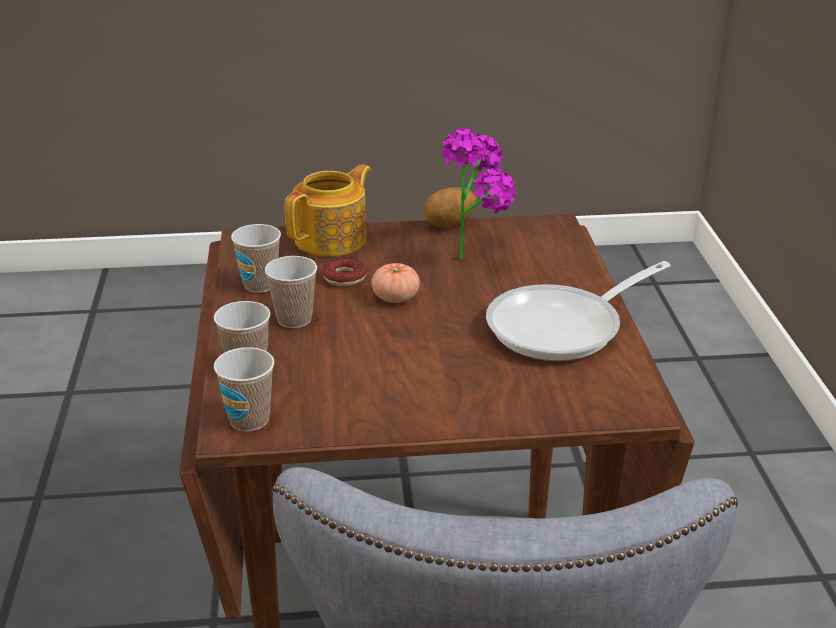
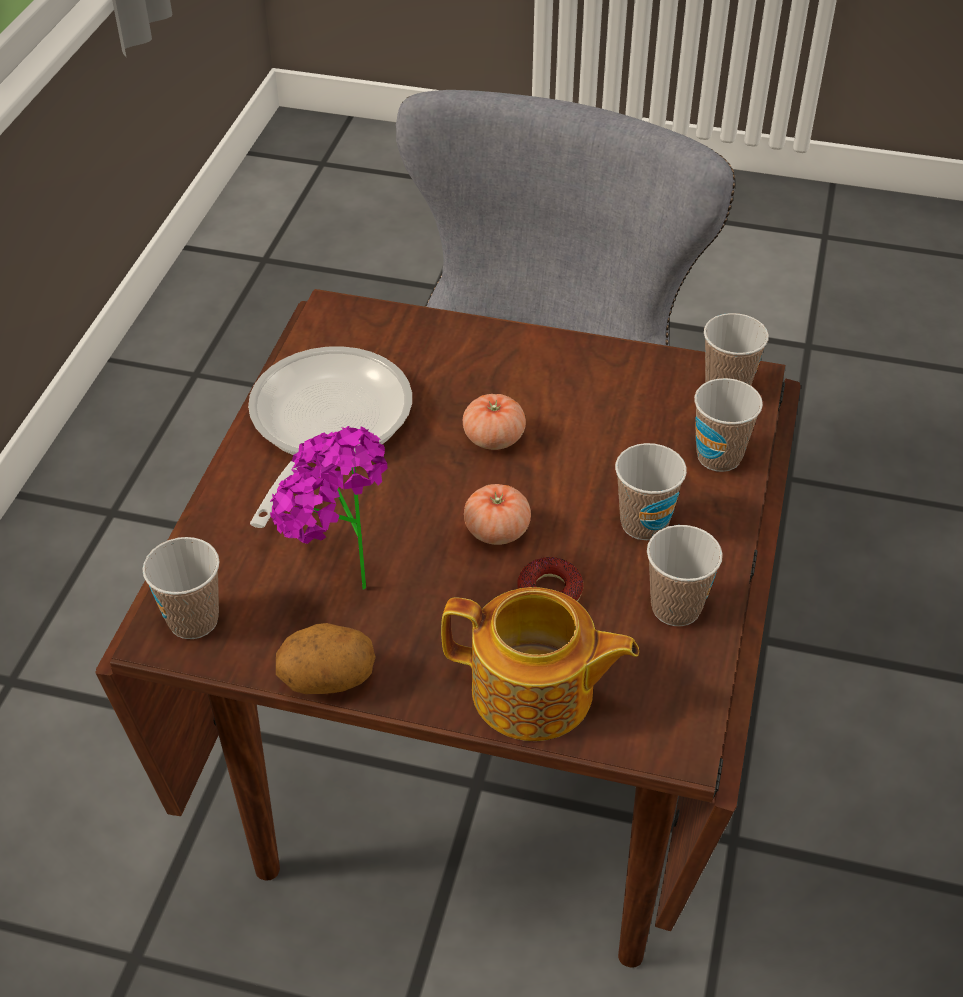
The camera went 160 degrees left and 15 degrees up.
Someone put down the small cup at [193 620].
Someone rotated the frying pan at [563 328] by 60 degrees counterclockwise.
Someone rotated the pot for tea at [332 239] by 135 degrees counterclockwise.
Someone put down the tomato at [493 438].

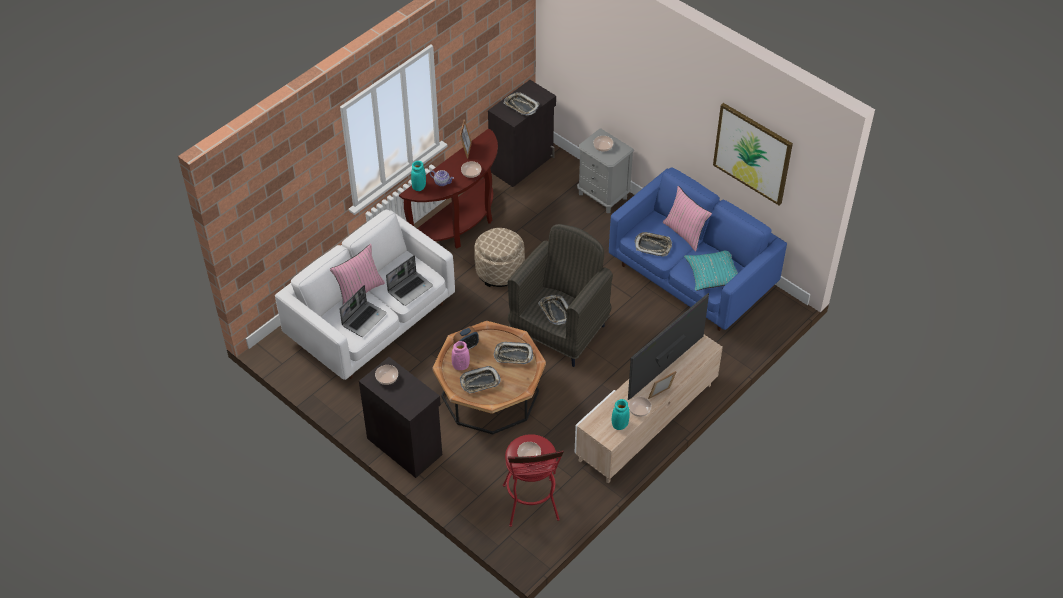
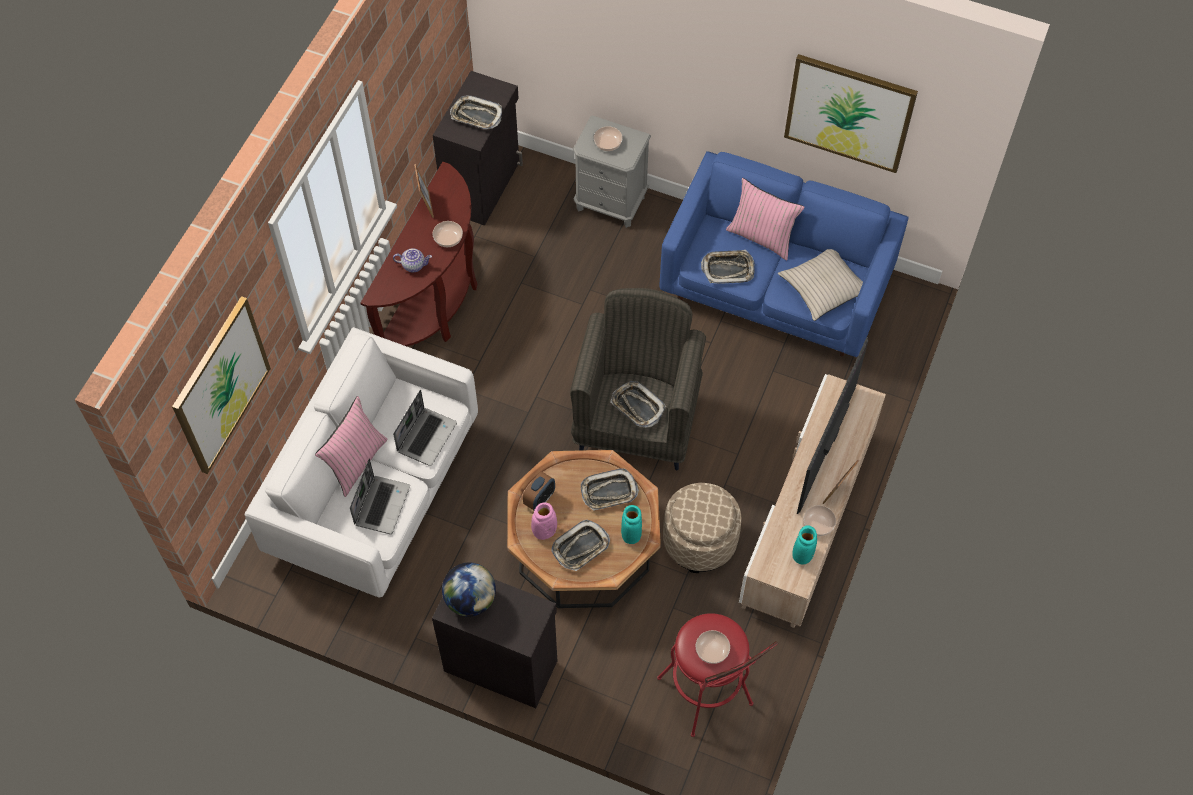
The camera went 20 degrees left and 10 degrees up.
Someone put up the wall picture at [221 385].
Someone swapped the deep dish at [387 377] for the globe at [470 599].
Someone carried the turquoise-coloured decorative vase from [419 187] to [631 534].
Someone carried the beige-coloured footrest from [500 271] to [699 541].
Someone repainted the turquoise-coloured pillow at [713 274], which became the beige-coloured pillow at [823 287].

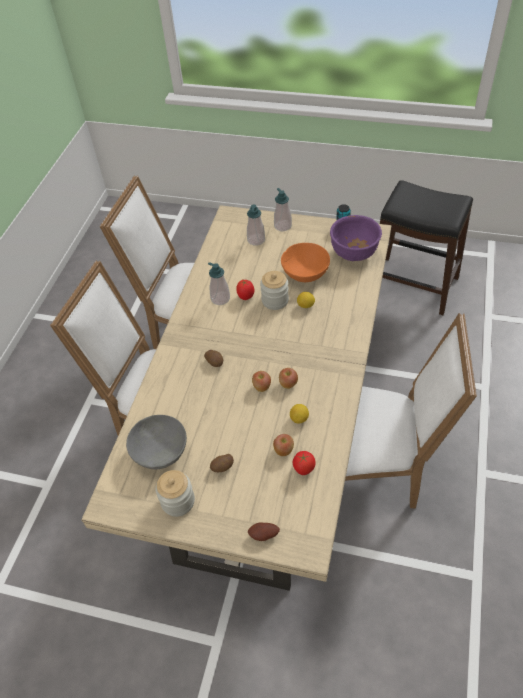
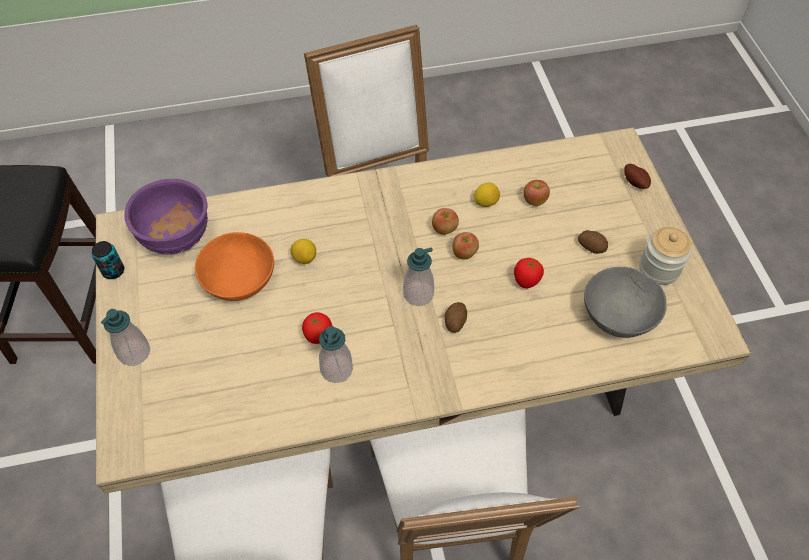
The camera went 120 degrees left and 5 degrees up.
Someone carried the soap bottle from [256 240] to [418 294].
Someone carried the tomato from [303 469] to [526 282].
Someone took away the storage jar at [275 300].

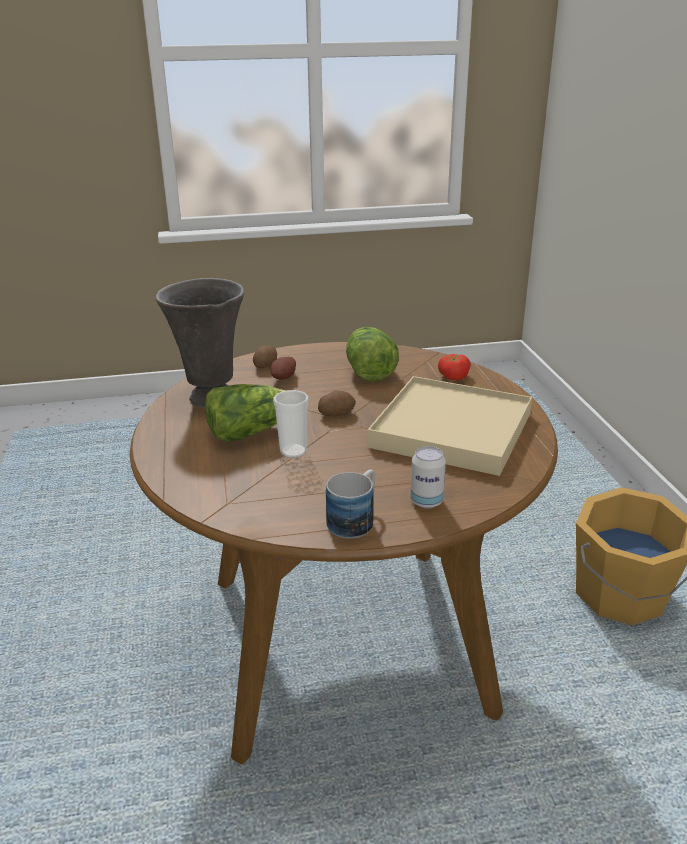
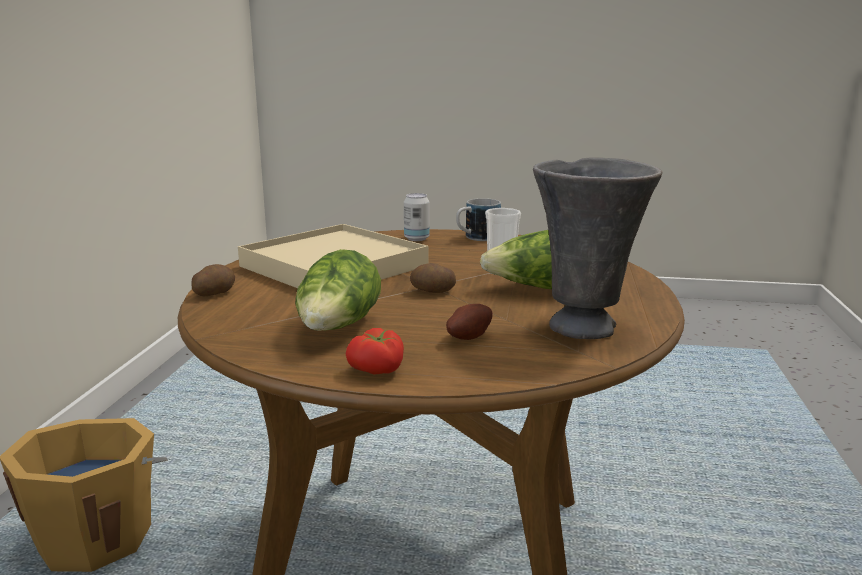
The camera went 160 degrees left and 10 degrees down.
Someone carried the potato from [266 366] to [214 293].
Someone carried the tomato from [452 377] to [378 370].

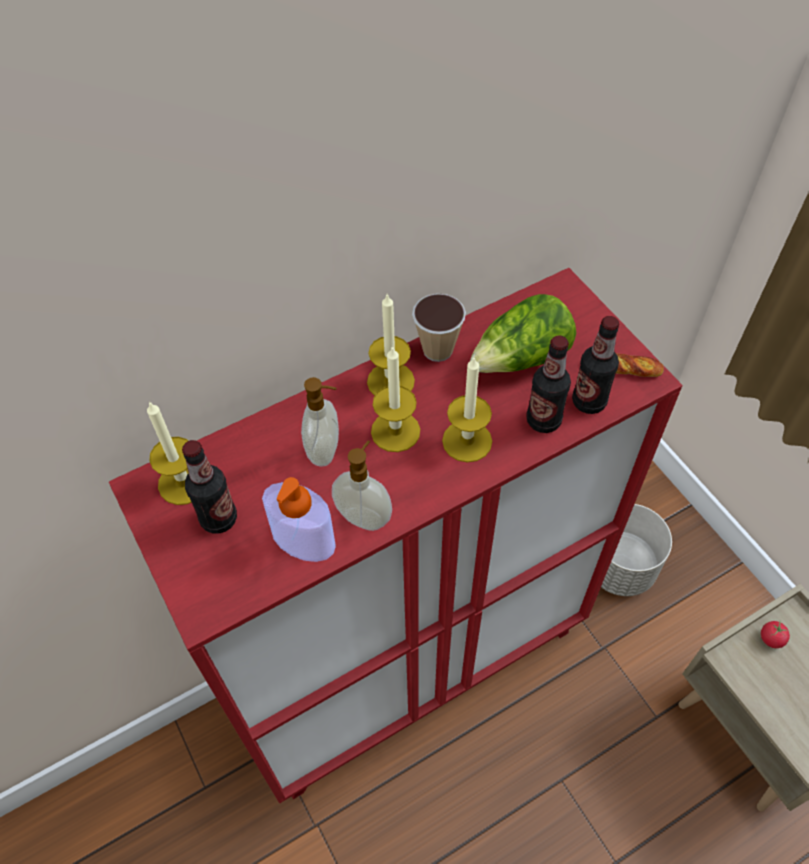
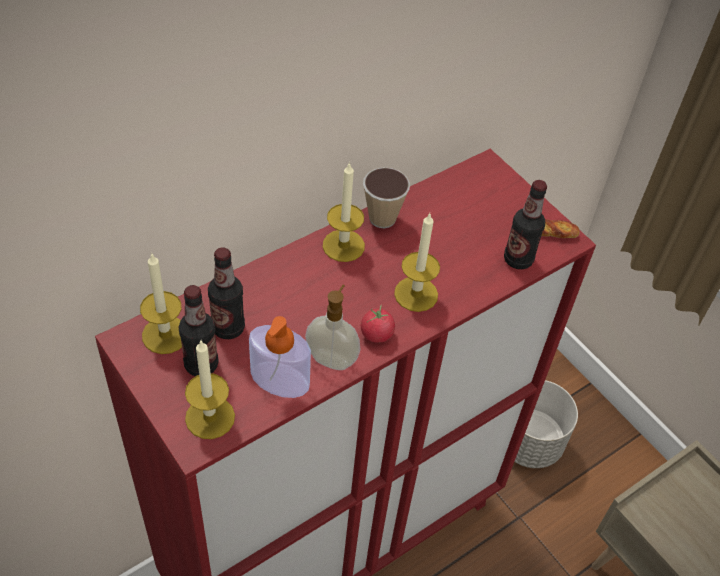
The camera went 10 degrees left and 5 degrees down.
Someone carried the candle from [395 431] to [210 417].
Someone carried the beverage bottle from [543 420] to [228 328].
Someone carried the tomato from [771 638] to [376 334].
Someone took away the soap bottle at [325 450].
Someone took away the head of lettuce at [521 358].

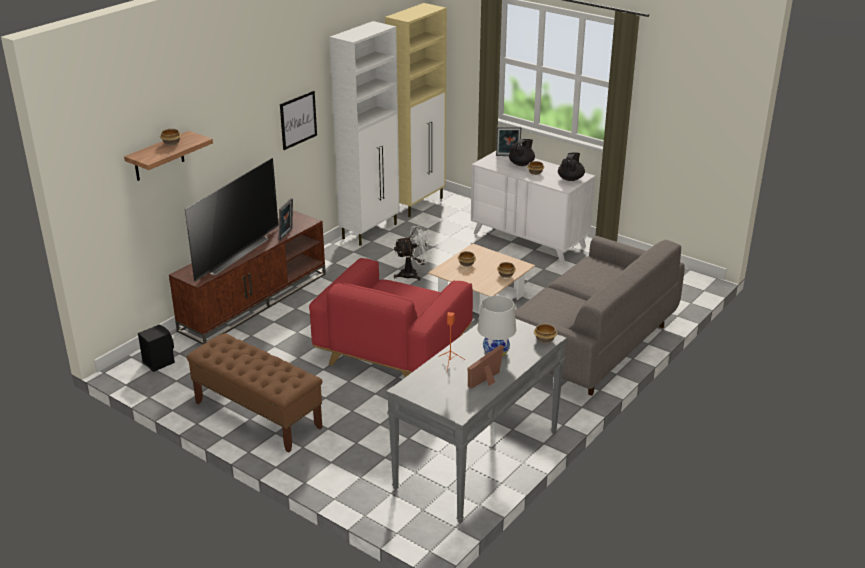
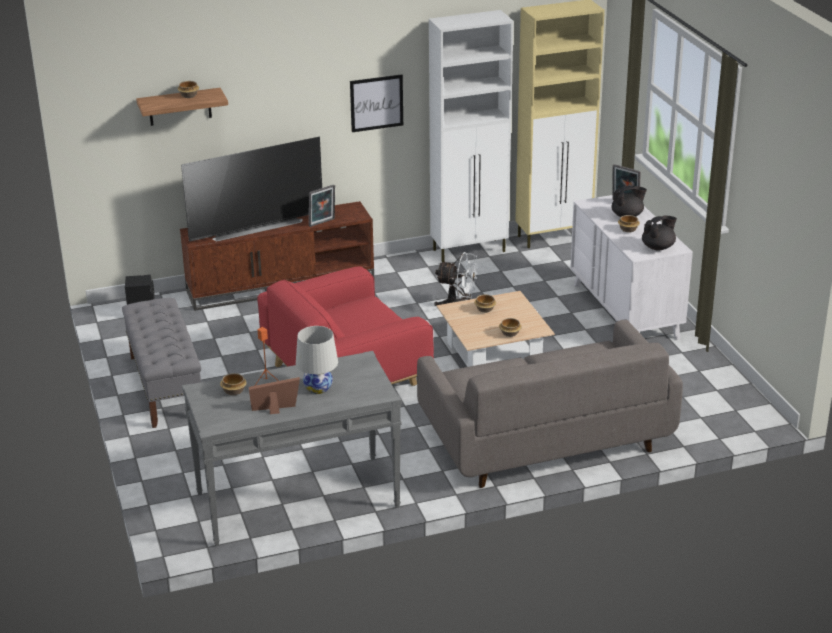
The camera went 35 degrees right and 0 degrees up.
Someone repainted the brownish bench at [257 415], which became the greyish bench at [165 386].
Someone carried the deep dish from [544 340] to [233 391].

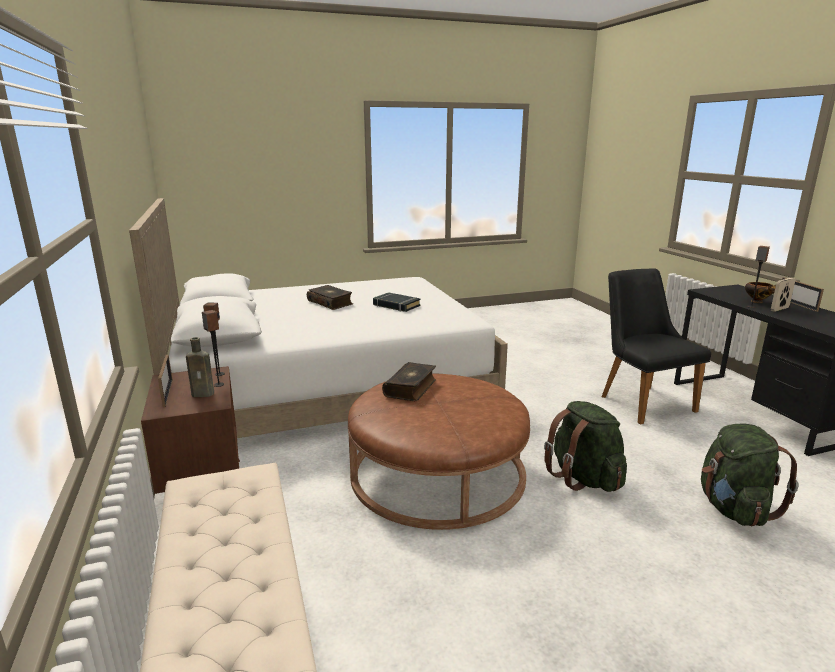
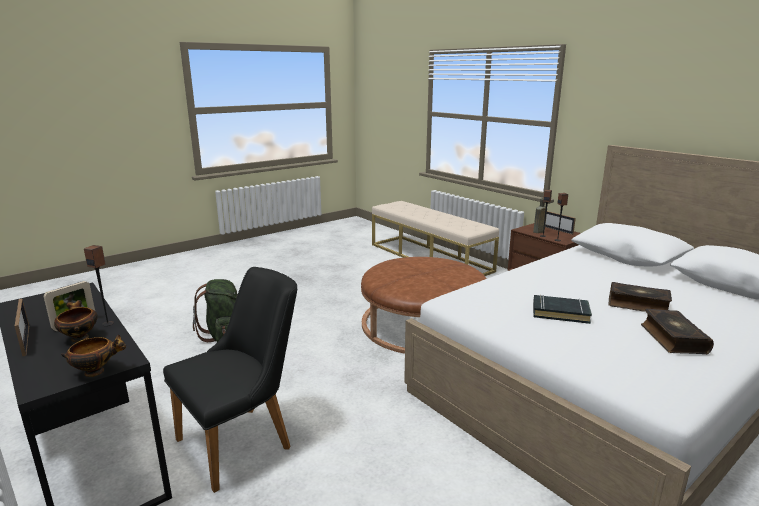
The camera went 160 degrees right and 0 degrees up.
Someone put down the deep dish at [97 371].
Someone rotated the black-coloured chair at [640 400] by 90 degrees counterclockwise.
Someone carried the volume from [411 388] to [672 339].
Someone took away the green backpack at [583 478].

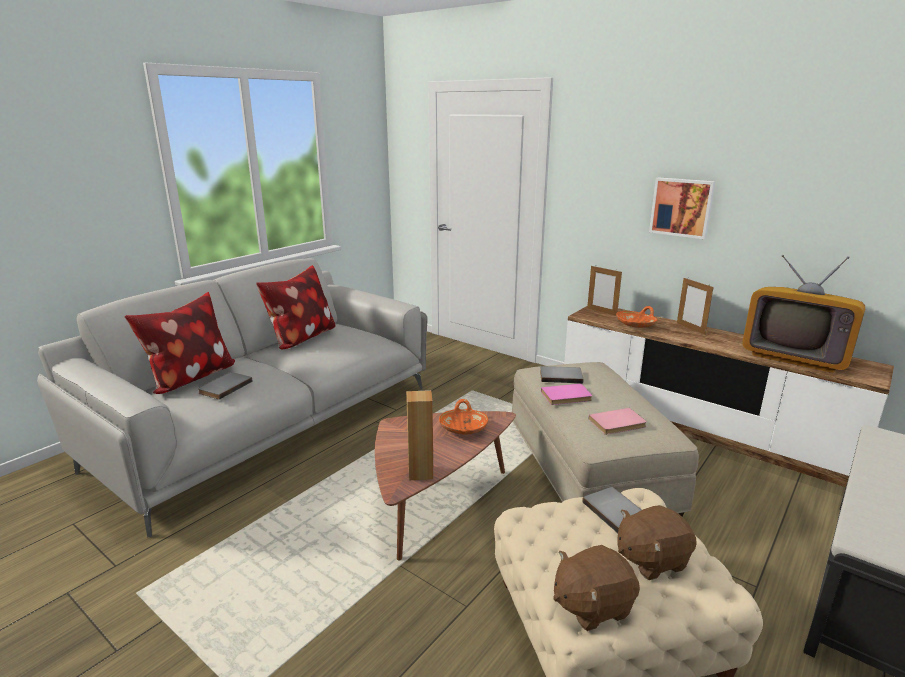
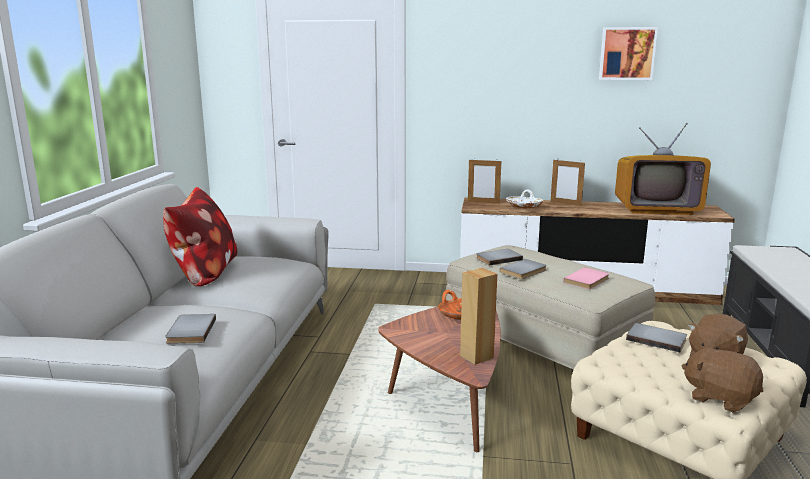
The camera went 30 degrees left and 5 degrees down.
Someone repainted the pink-coloured volume at [566 397], which became the greyish volume at [524 271].
Someone repainted the orangey deep dish at [636 325], which became the whitish deep dish at [524 207].
Someone carried the wall picture from [682 207] to [627 53].
Someone rotated the brownish plush toy at [592 605] by 90 degrees clockwise.
Someone took away the pillow at [190 378].

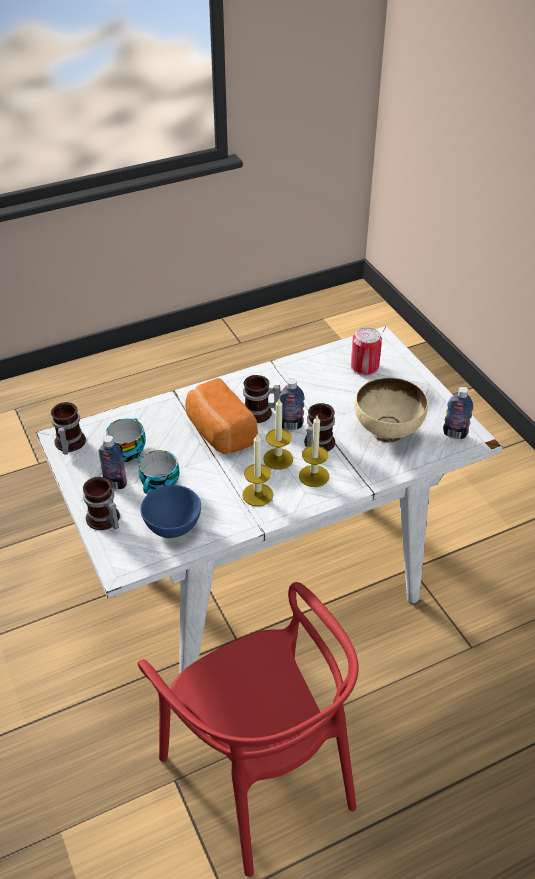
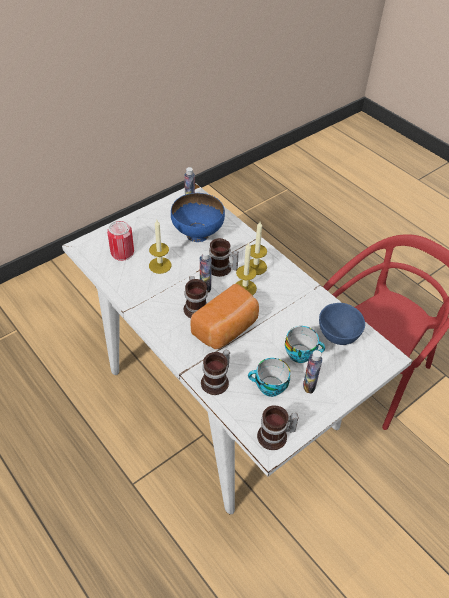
The camera went 105 degrees left and 5 degrees up.
Someone carried the candle from [257 494] to [160 265].
Someone repainted the beige-coloured deep dish at [387 433], which became the blue-coloured deep dish at [198 234].
Someone carried the coffee mug from [103 520] to [217 381].

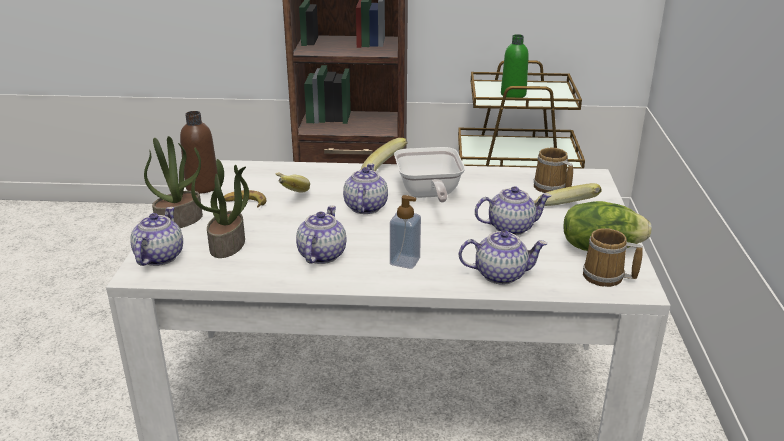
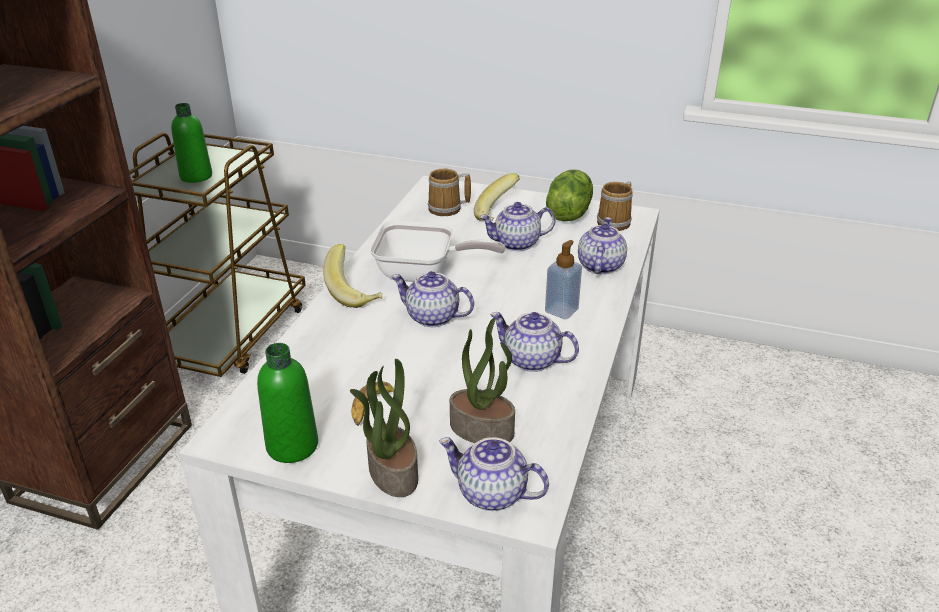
The camera went 75 degrees left and 5 degrees up.
Someone repainted the brownish beverage bottle at [202 186], which became the green beverage bottle at [292 446].
Someone rotated the pot for tea at [511 227] by 105 degrees counterclockwise.
Someone took away the whole banana at [287 194].

